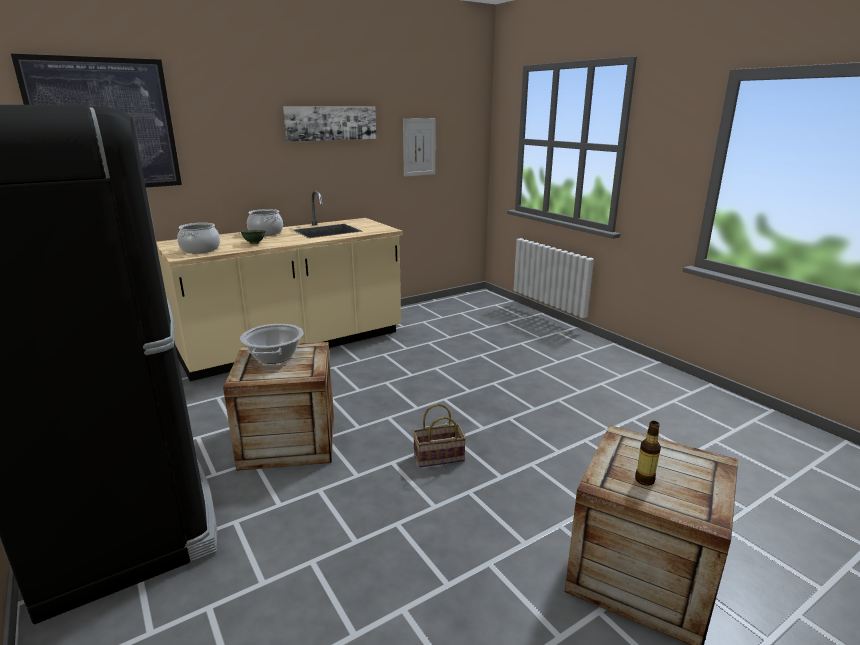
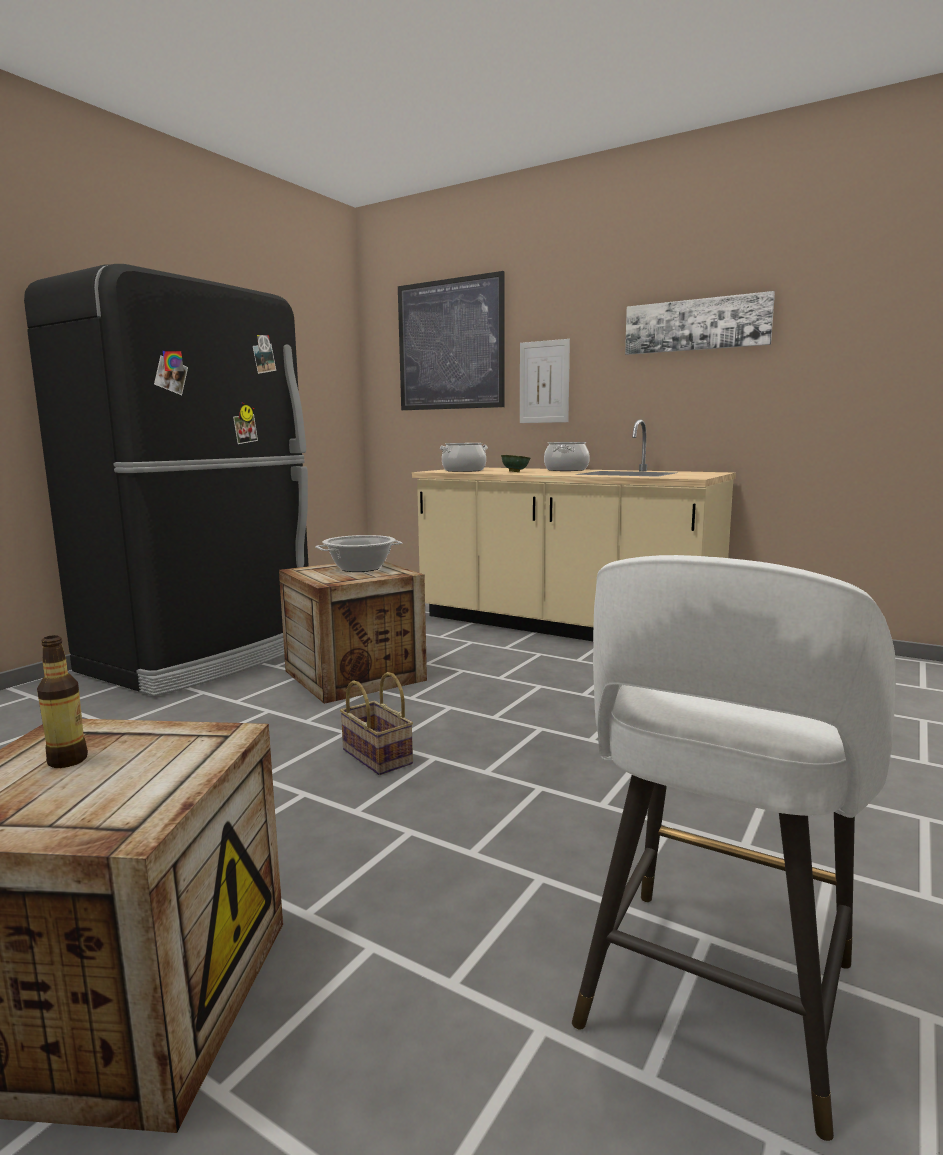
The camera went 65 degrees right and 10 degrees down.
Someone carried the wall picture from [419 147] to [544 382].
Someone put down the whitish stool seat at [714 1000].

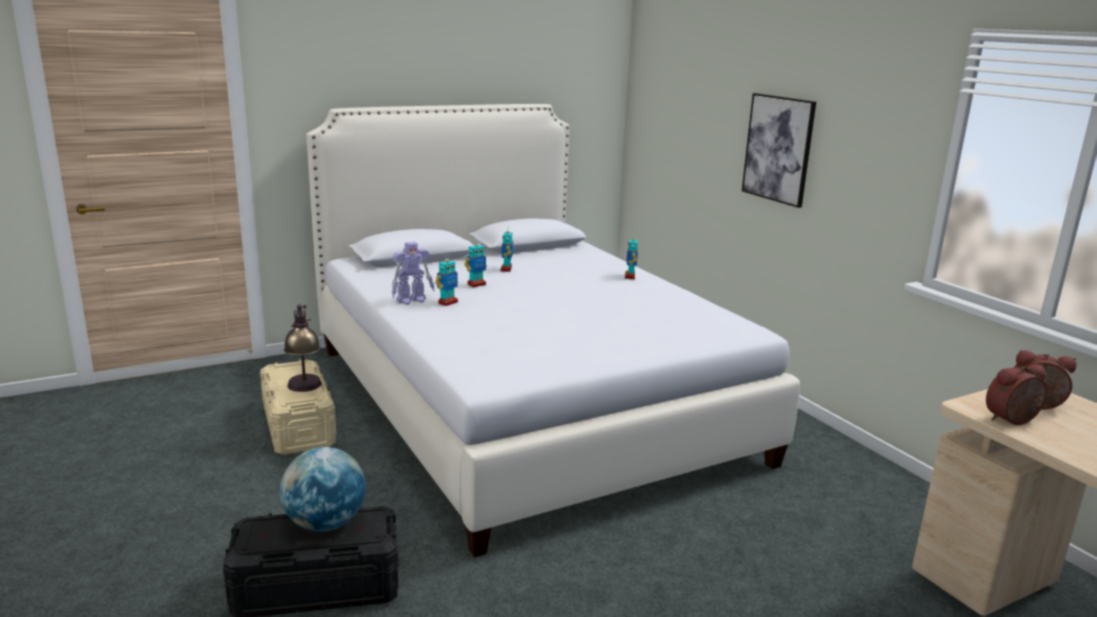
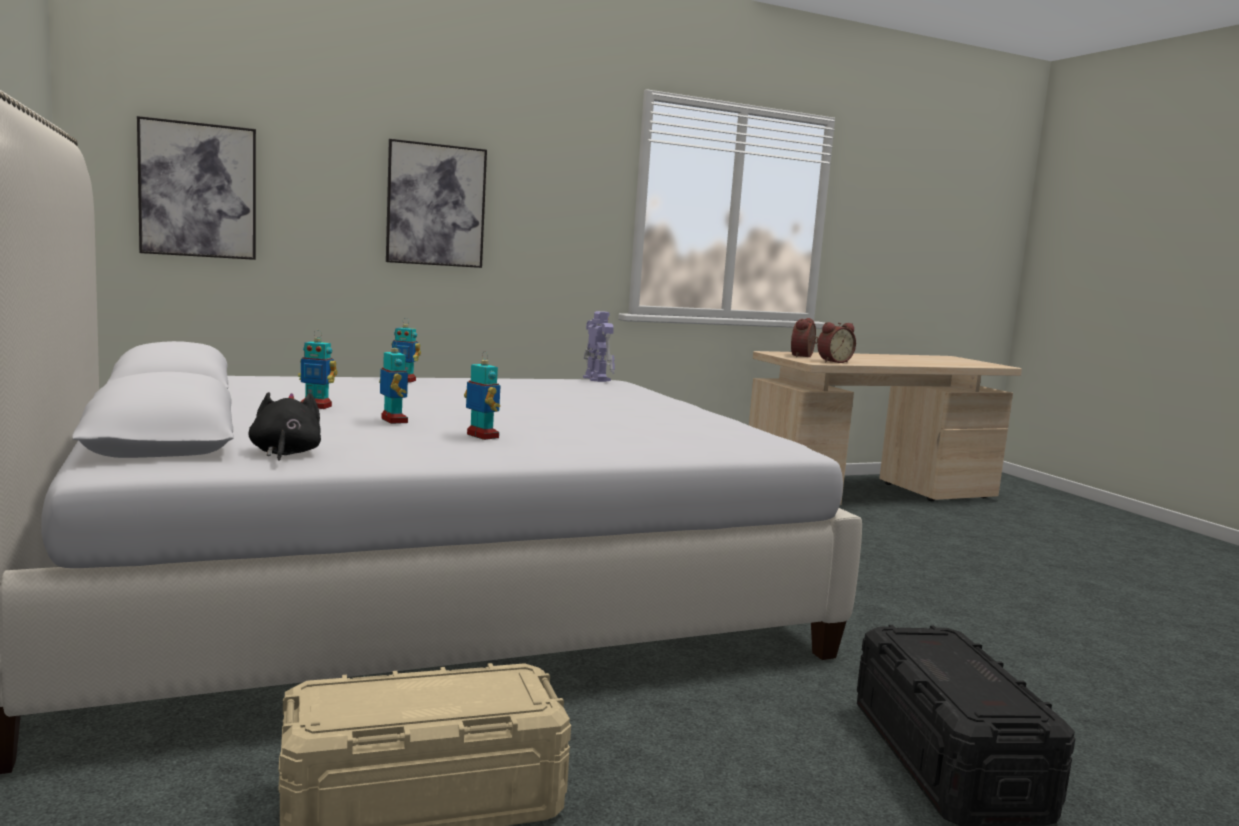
The camera went 85 degrees left and 10 degrees down.
Someone put up the wall picture at [198 190].
Someone put down the black-coloured plush toy at [284 453].
Someone carried the robot figure from [412 300] to [596 379].
Someone rotated the table clock at [1013 421] by 105 degrees counterclockwise.
Someone took away the globe at [325 523].
Someone took away the tabletop lamp at [305 390].

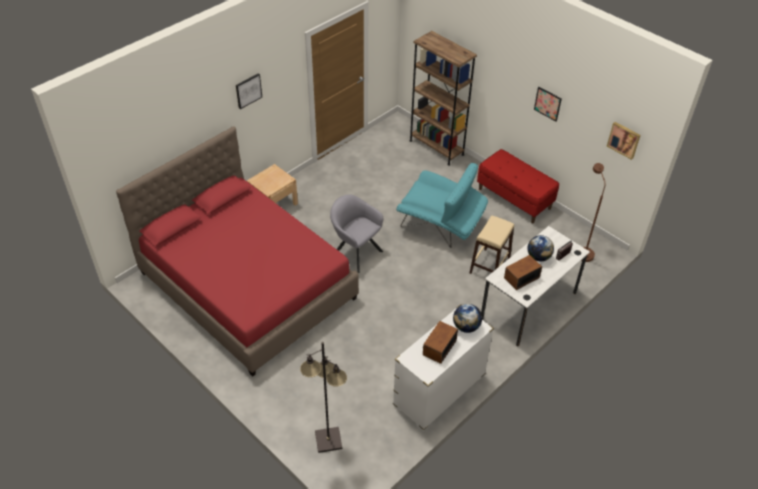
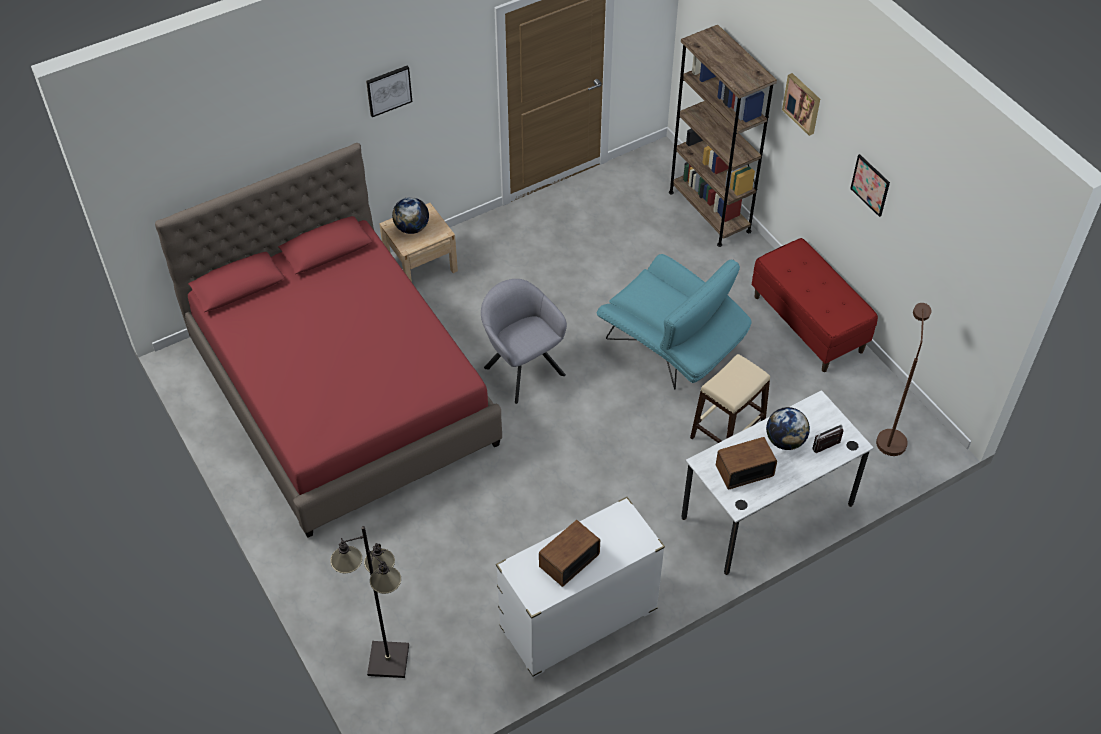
The camera went 15 degrees right and 5 degrees up.
Someone carried the globe from [466 327] to [412 228].
Someone carried the wall picture from [624 140] to [803 103].

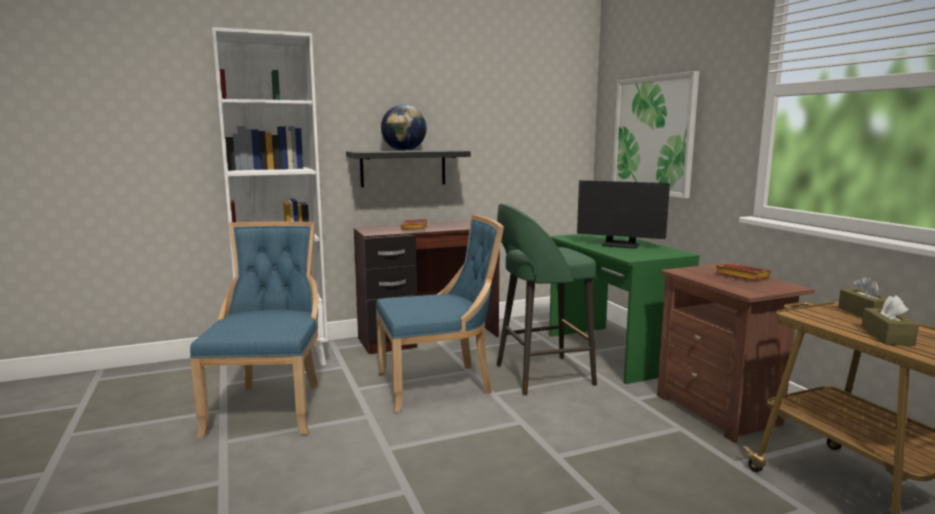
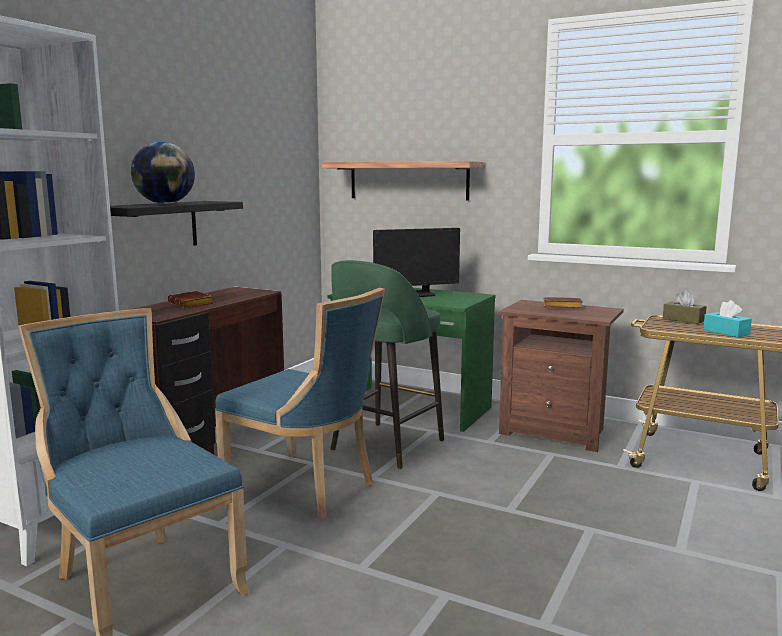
The camera went 40 degrees left and 0 degrees up.
Someone rotated the blue-coloured chair at [439 385] by 90 degrees clockwise.
Someone swapped the wall picture at [653 135] for the shelf at [408 180].
Someone repainted the brownish tissue holder at [887 336], which became the turquoise-coloured tissue holder at [726 332].

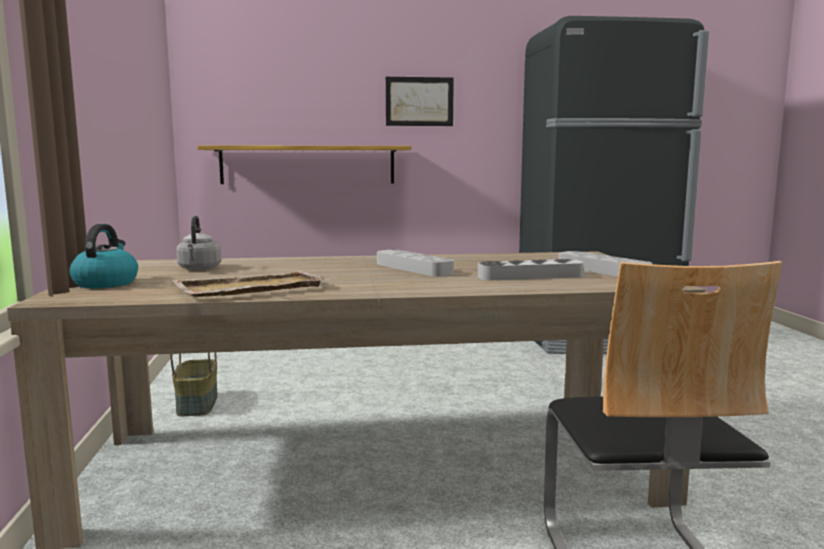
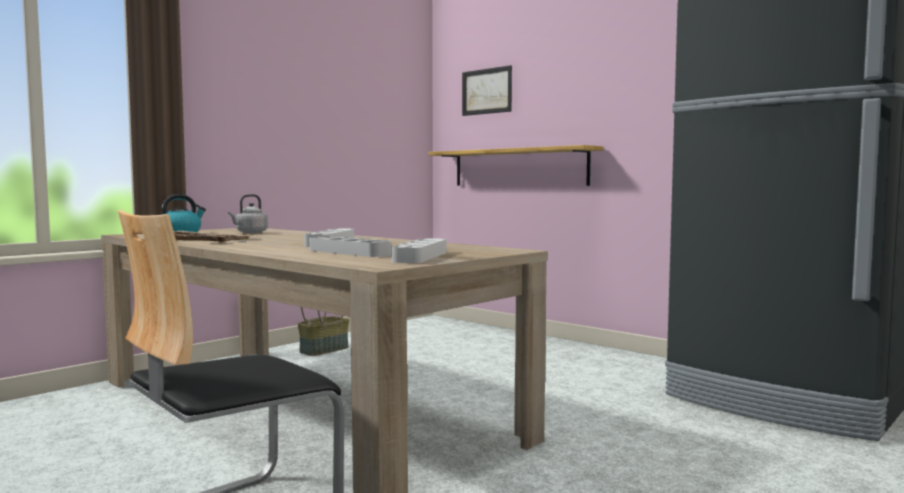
The camera went 50 degrees right and 5 degrees down.
Someone carried the wall picture from [419 101] to [486 91].

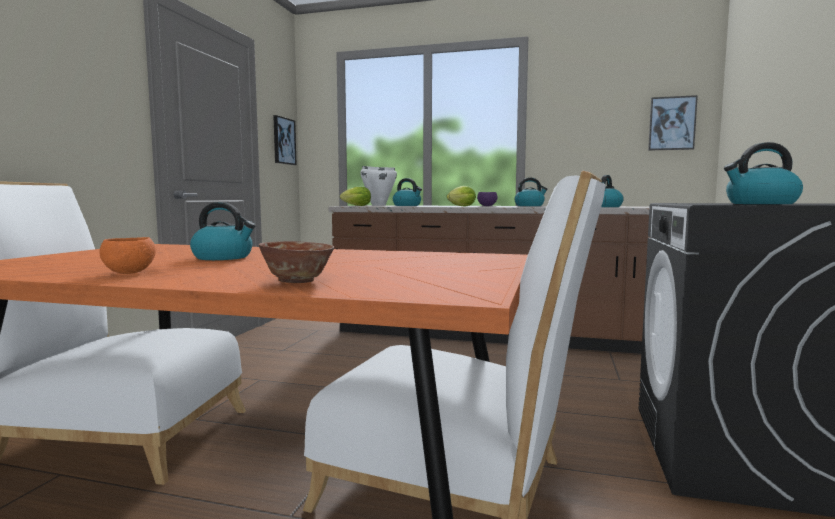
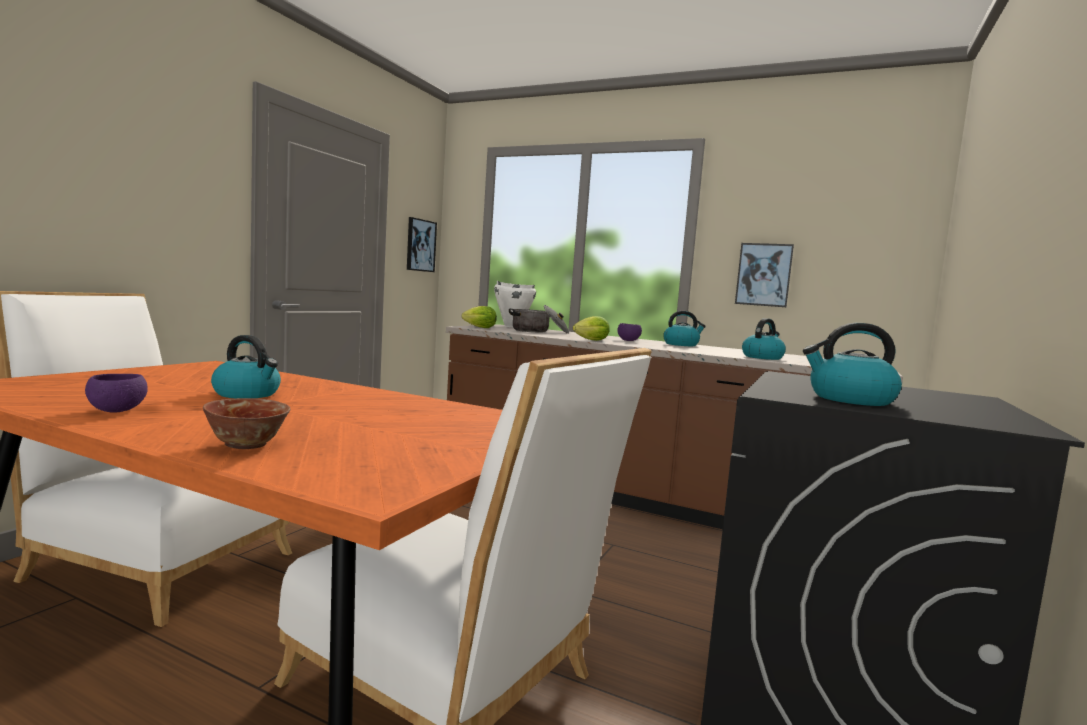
The camera went 10 degrees right and 0 degrees up.
Someone repainted the orangey deep dish at [129 273], which became the purple deep dish at [117 411].
Someone swapped the tea kettle at [407 205] for the saucepot at [539 331].
Someone carried the wall picture from [671 123] to [764 275].

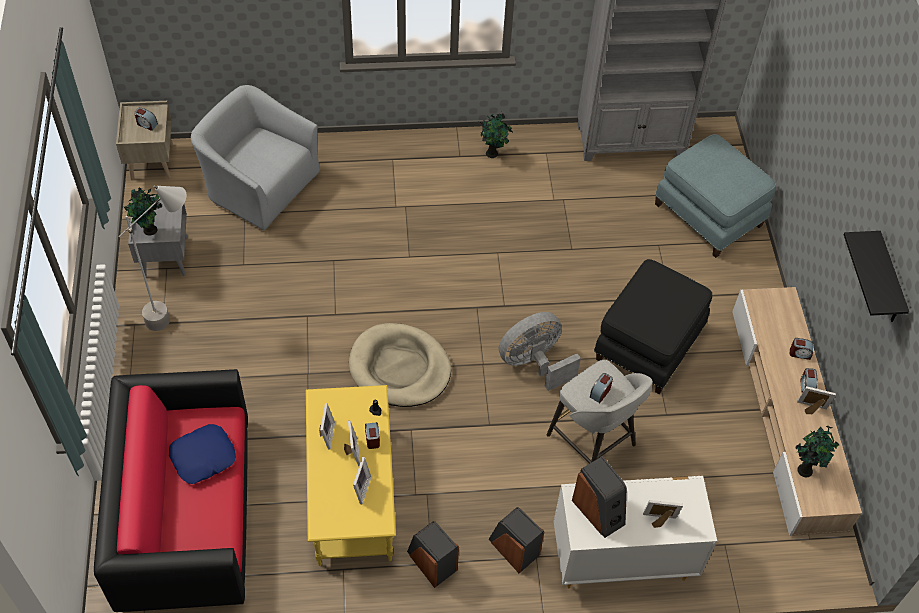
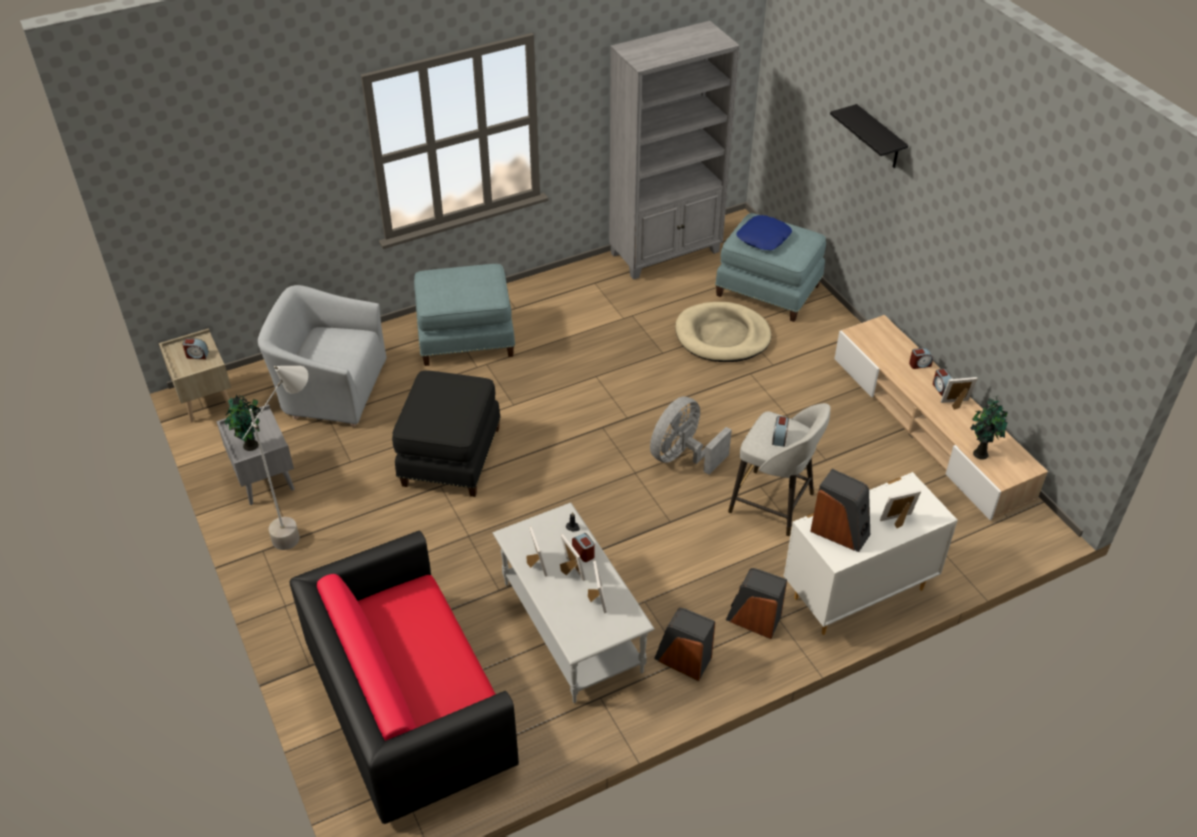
The camera went 20 degrees left and 10 degrees down.
Someone carried the black-coloured footrest from [647 343] to [449 456].
Someone put down the blue-coloured footrest at [466 337].
Someone repainted the yellow coffee table at [351 494], which became the greyish coffee table at [571 627].
Someone carried the beige-coloured pet bed from [399 368] to [722 336].
Someone carried the blue-coloured pillow from [203 457] to [764 238].
Someone carried the black-coloured shelf from [888 281] to [879 138].
Someone took away the houseplant at [493 153].

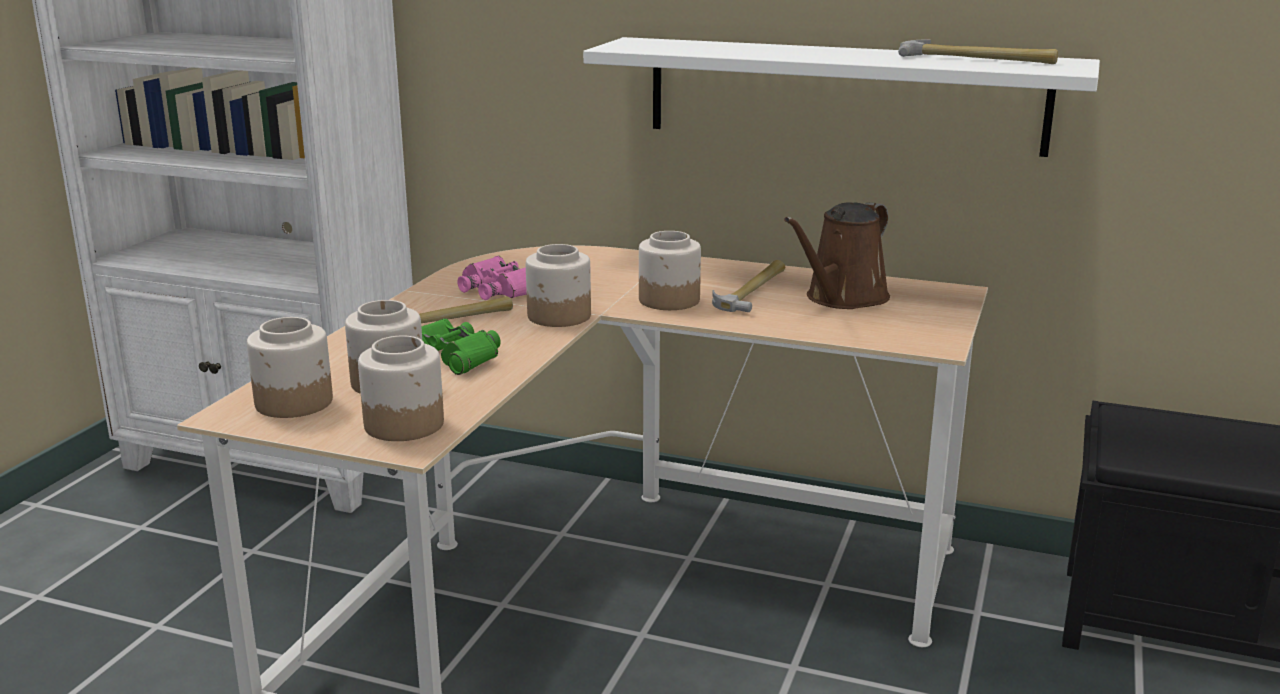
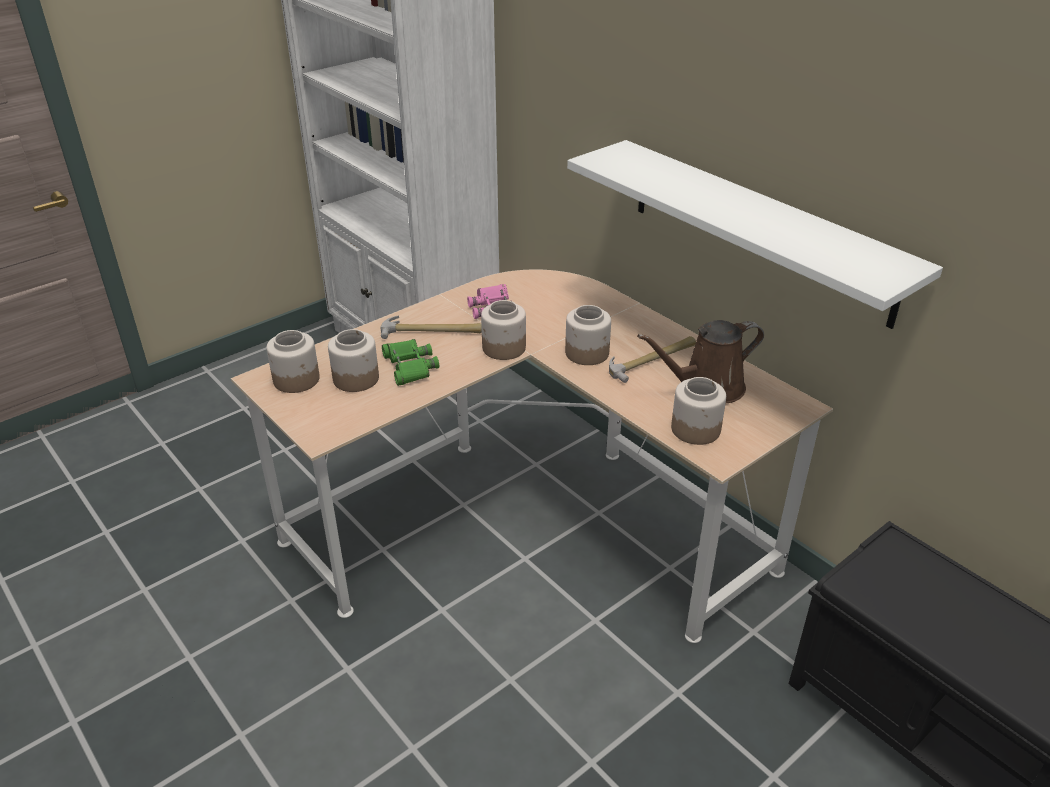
The camera went 30 degrees right and 15 degrees up.
Someone carried the storage jar from [404 424] to [696 429].
Someone took away the tool hammer at [976 59].

